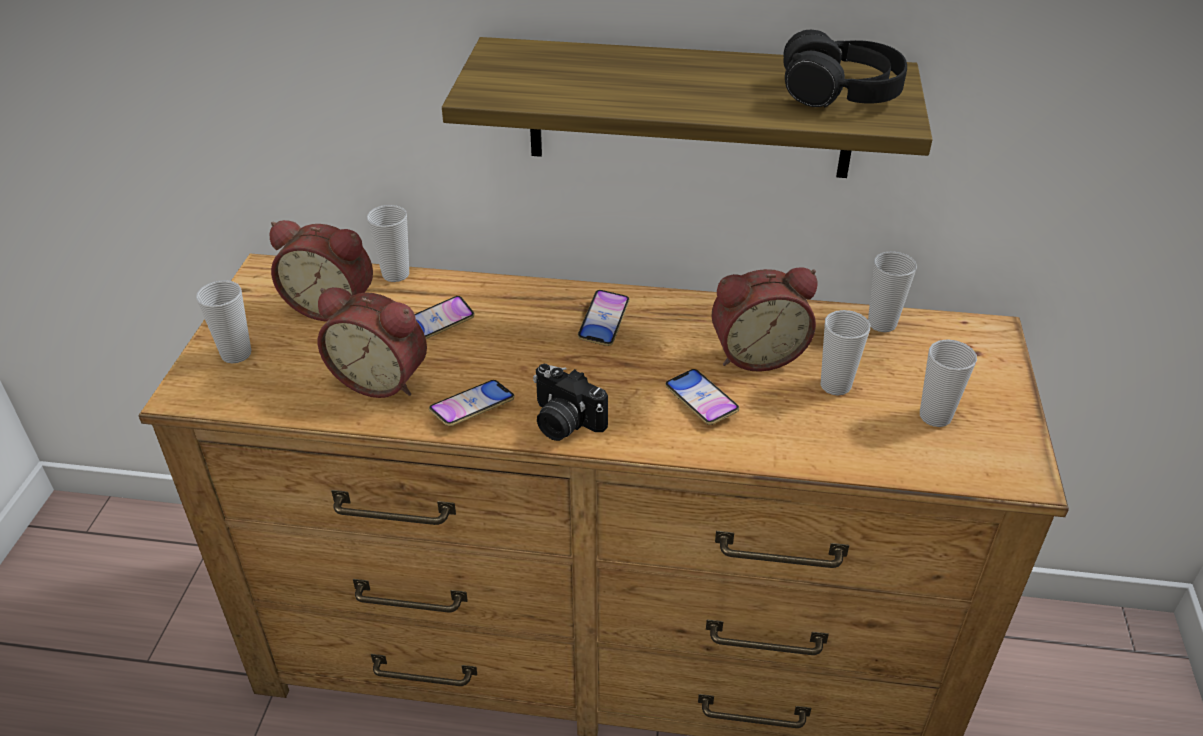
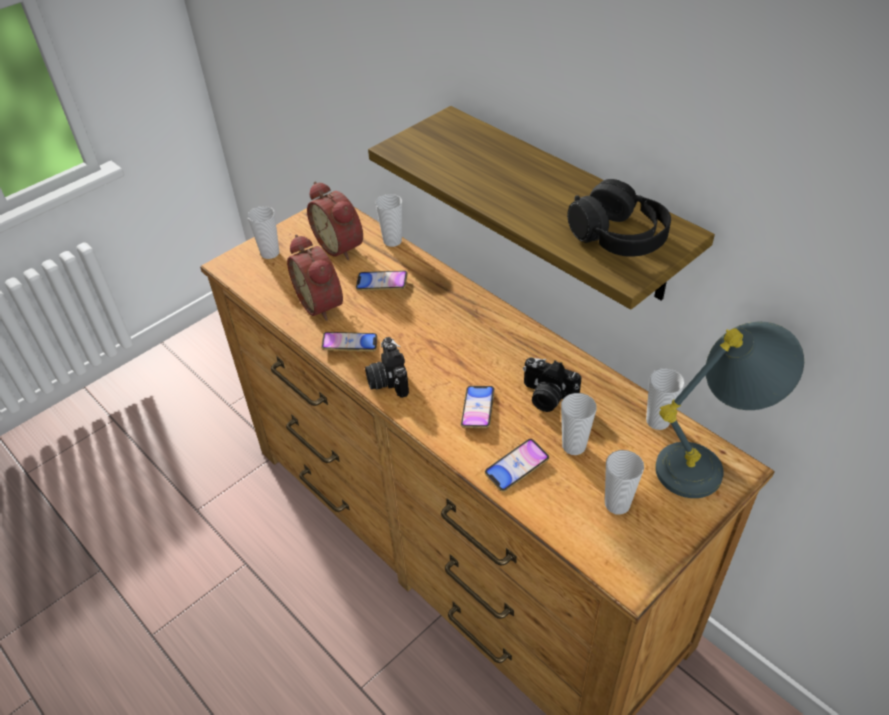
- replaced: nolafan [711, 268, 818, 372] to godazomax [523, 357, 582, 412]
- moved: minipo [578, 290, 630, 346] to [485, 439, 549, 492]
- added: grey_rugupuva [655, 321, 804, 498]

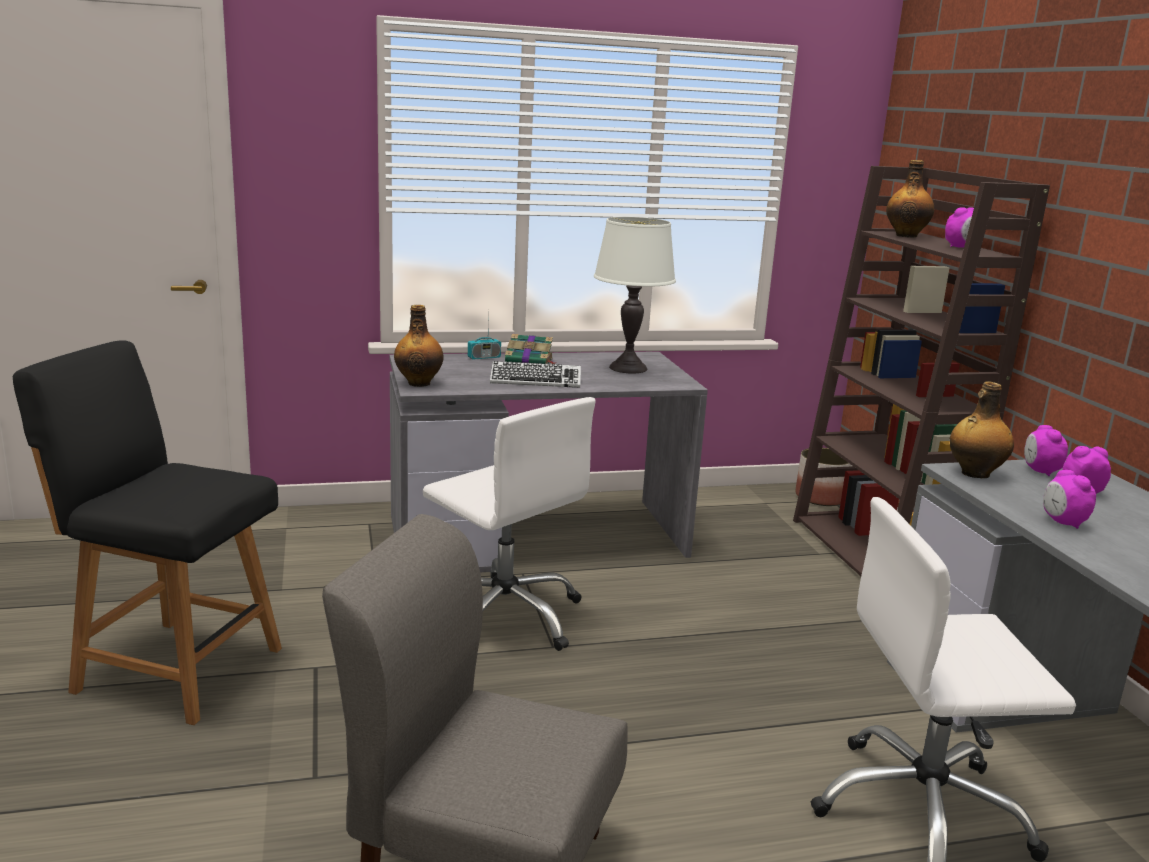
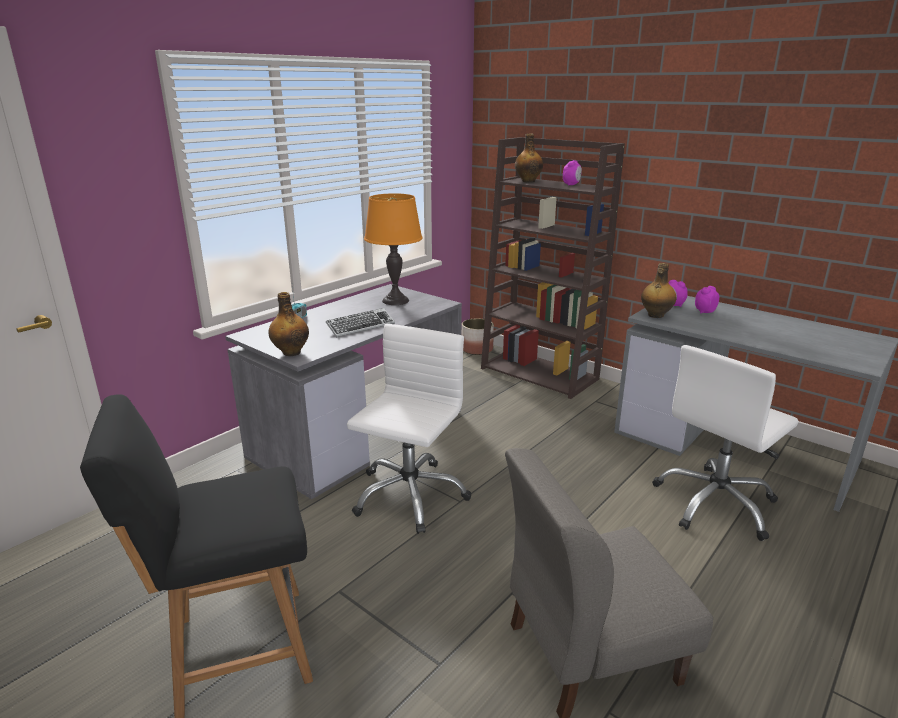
- recoloured: white_rugupuva [594, 217, 676, 374] to orange_rugupuva [364, 193, 423, 305]
- removed: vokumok [505, 334, 555, 364]
- turned: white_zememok [423, 397, 596, 651] = [347, 324, 471, 534] 75 degrees counterclockwise
- removed: nolafan [1043, 470, 1096, 529]

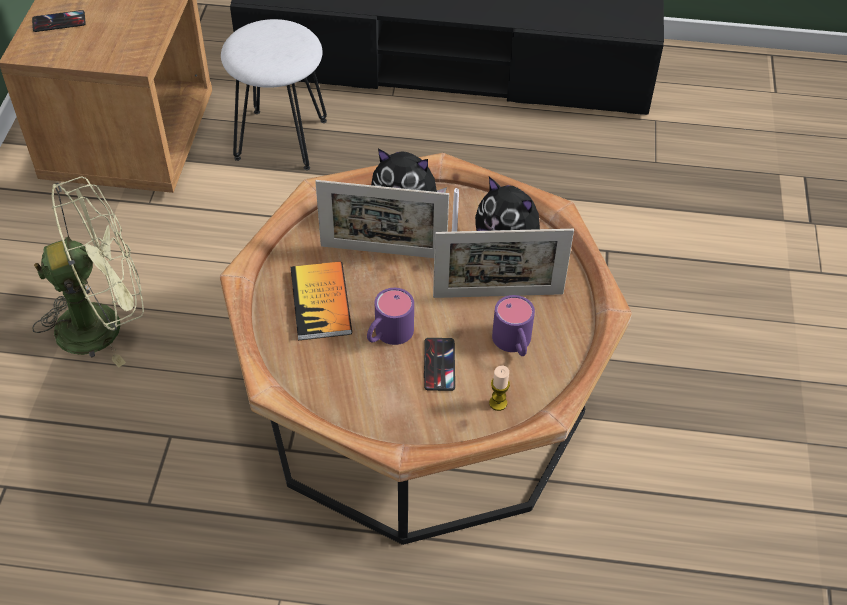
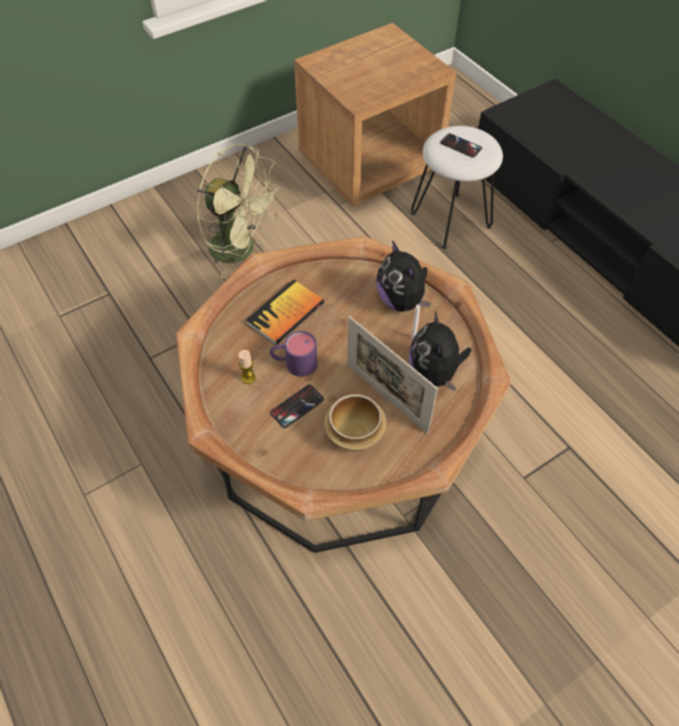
- moved: minipo [32, 10, 86, 32] to [440, 133, 482, 158]
- removed: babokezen [315, 180, 449, 258]
- replaced: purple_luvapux [492, 295, 535, 356] to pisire [324, 394, 387, 451]
- moved: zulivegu [489, 366, 510, 411] to [238, 350, 256, 384]

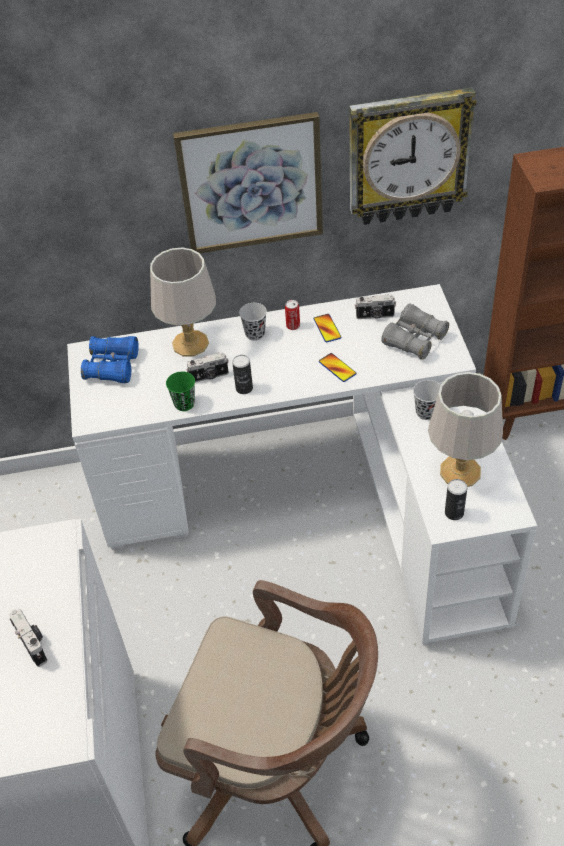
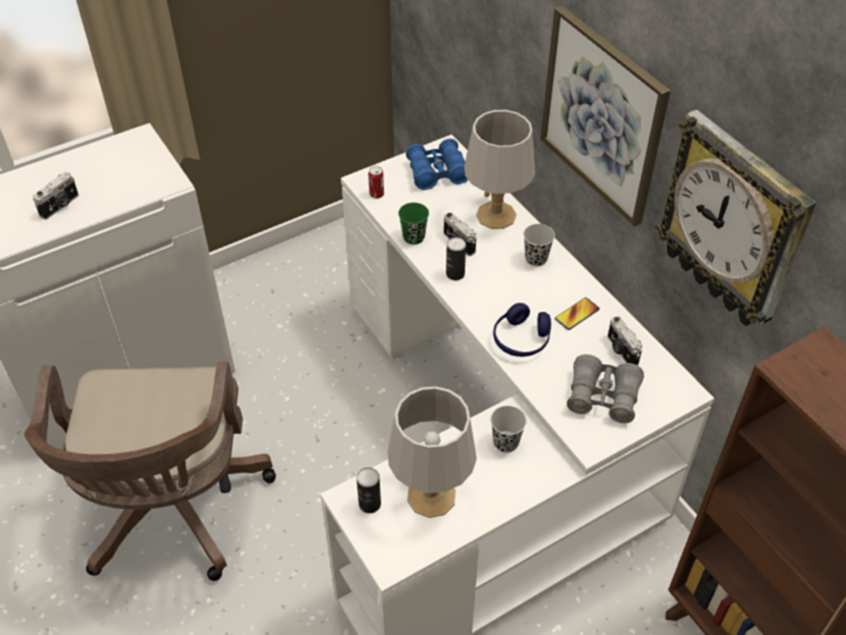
- moved: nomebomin [285, 300, 300, 330] to [368, 166, 384, 199]
- replaced: minipo [319, 353, 357, 382] to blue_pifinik [493, 303, 551, 357]

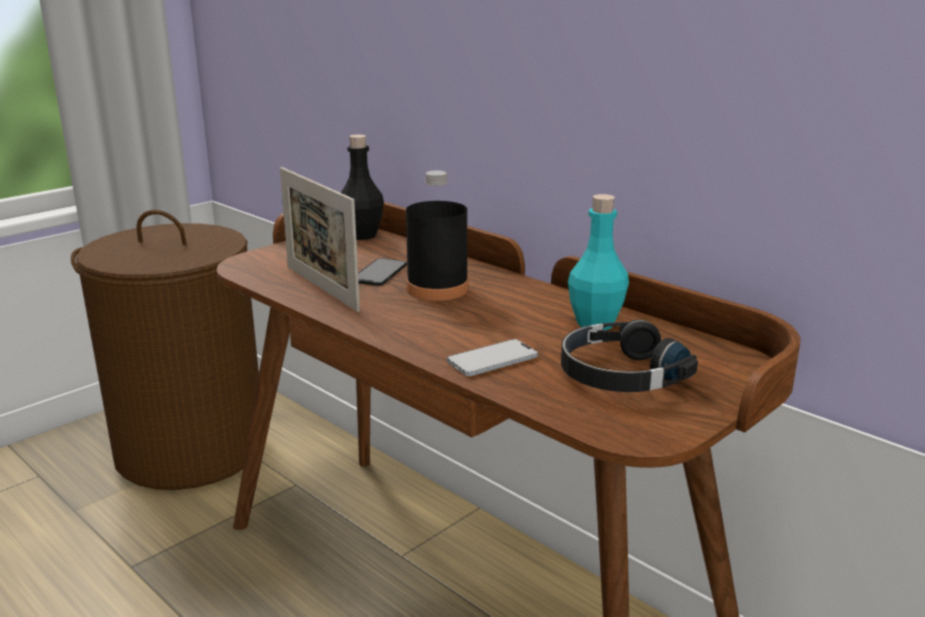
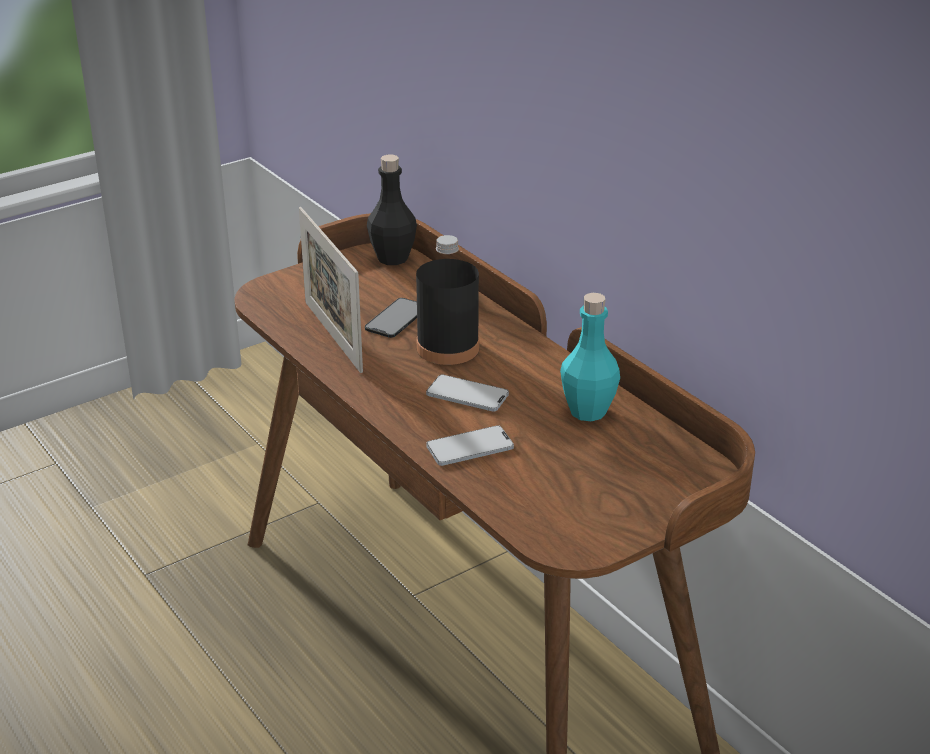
- removed: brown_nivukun [71, 210, 259, 490]
- removed: black_pifinik [561, 320, 698, 392]
- added: minipo [426, 375, 509, 411]

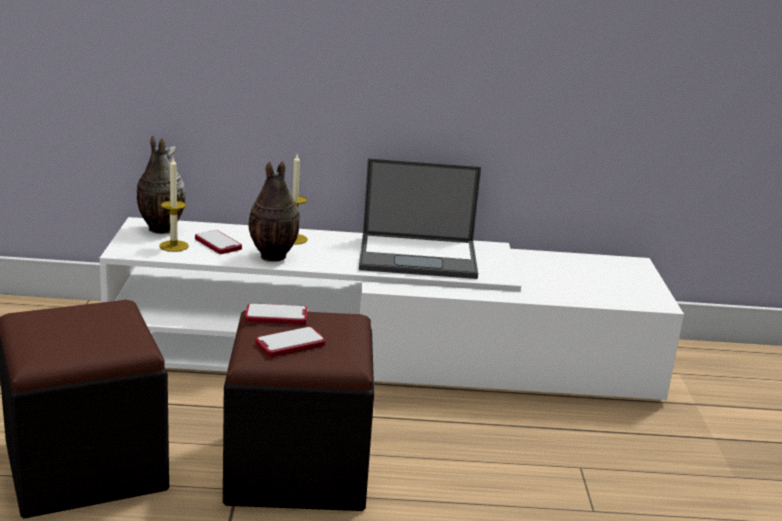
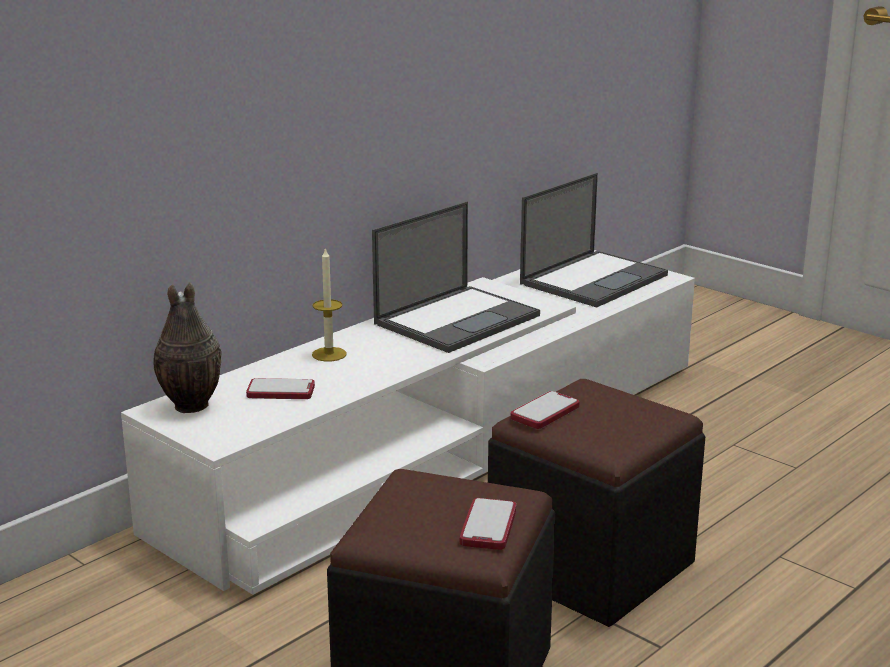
- removed: zulivegu [159, 158, 189, 252]
- removed: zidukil [249, 161, 300, 262]
- moved: minipo [255, 327, 326, 357] to [460, 498, 516, 550]
- added: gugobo [520, 173, 668, 308]

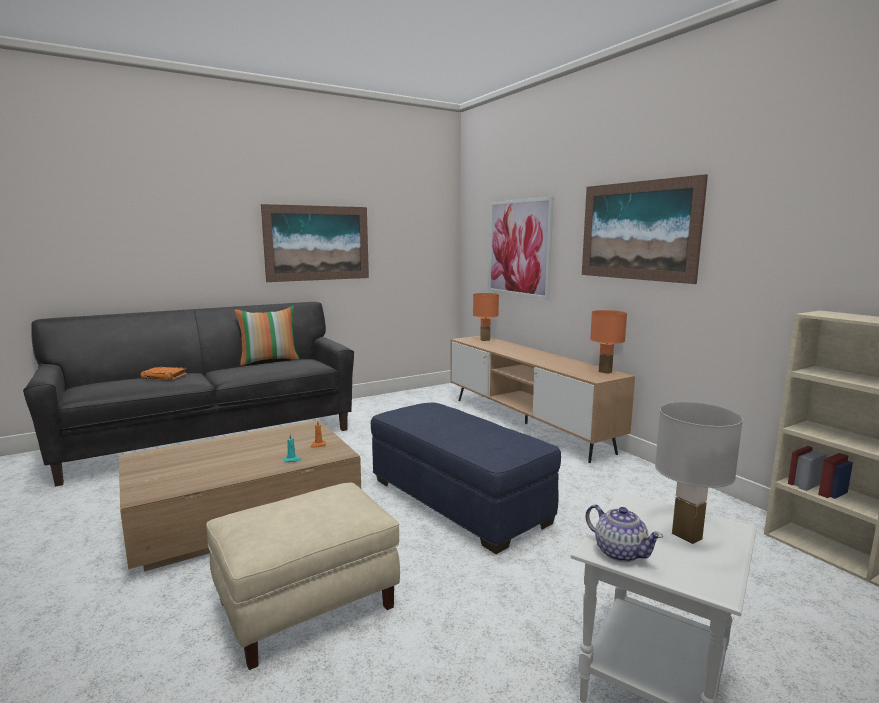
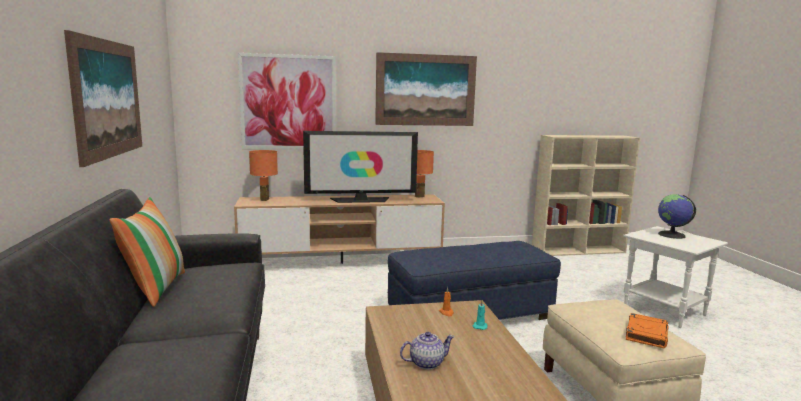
- moved: orange_vokumok [140, 367, 187, 380] to [626, 313, 668, 348]
- replaced: white_rugupuva [655, 402, 743, 544] to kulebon [658, 194, 696, 239]
- moved: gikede [586, 504, 663, 562] to [400, 332, 455, 370]
- added: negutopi [303, 131, 418, 203]

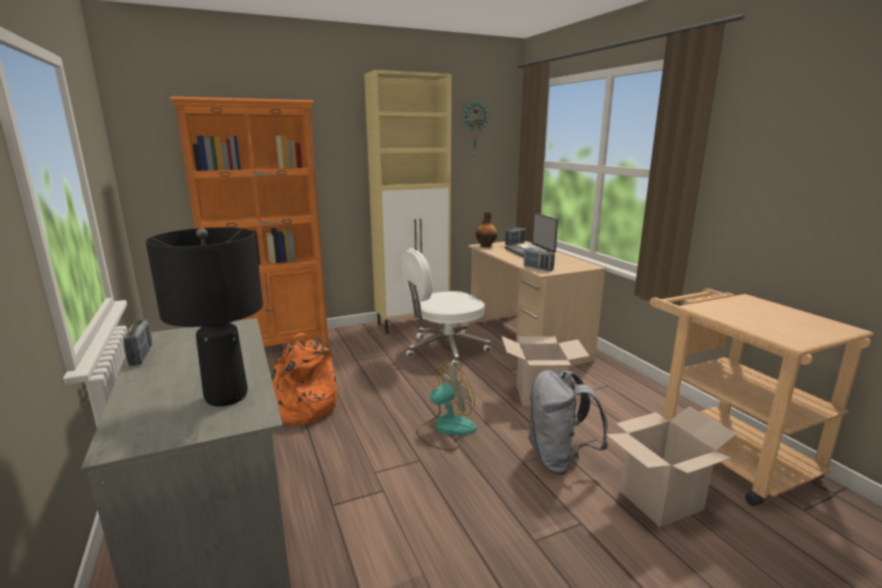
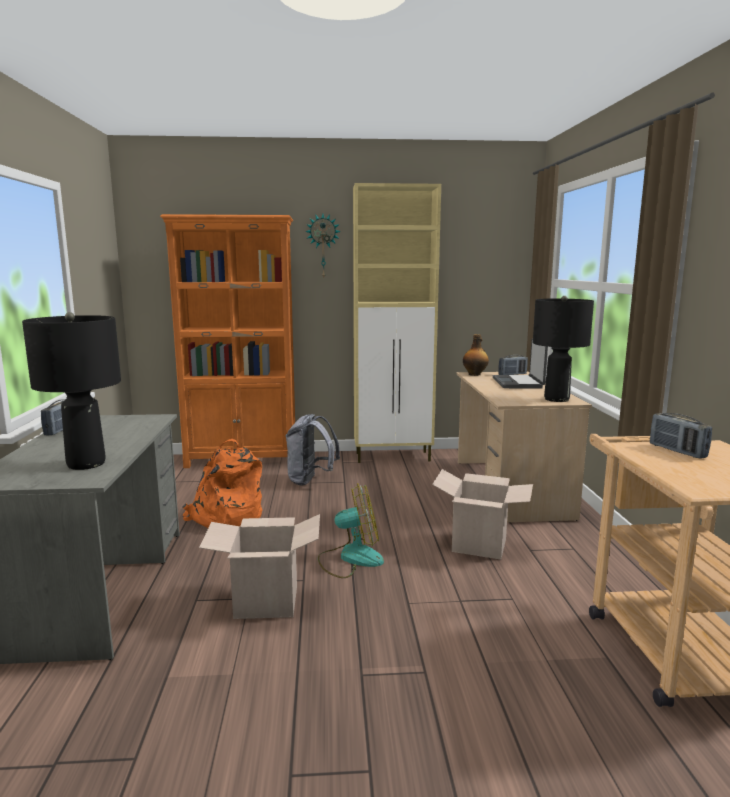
- moved: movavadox [463, 99, 489, 156] to [305, 214, 341, 278]
- removed: white_zememok [401, 248, 491, 368]
- moved: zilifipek [524, 248, 555, 271] to [650, 413, 712, 459]
- moved: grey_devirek [528, 370, 608, 475] to [285, 414, 340, 485]
- moved: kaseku [606, 406, 737, 527] to [199, 514, 320, 619]
- added: black_rugupuva [533, 296, 594, 402]

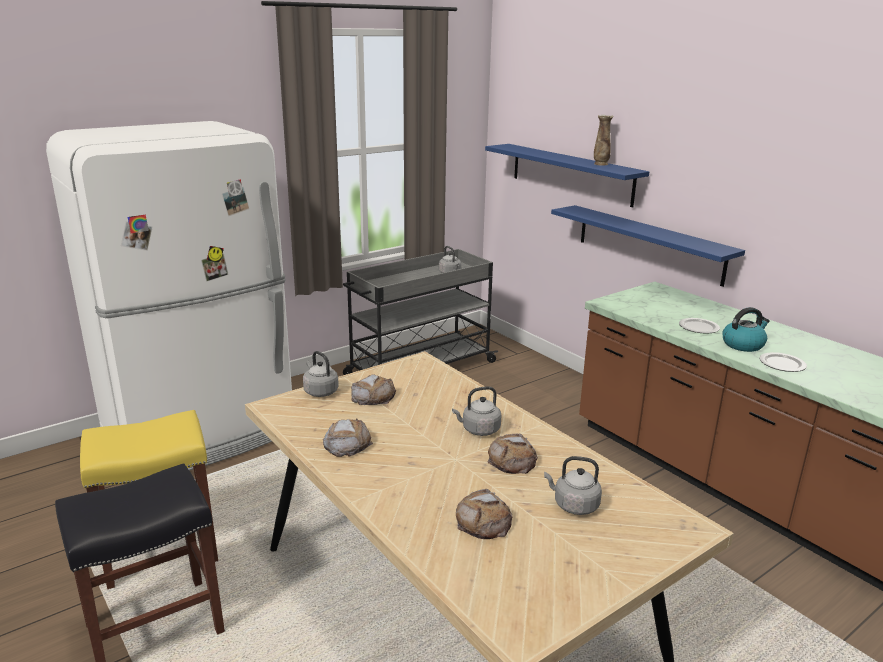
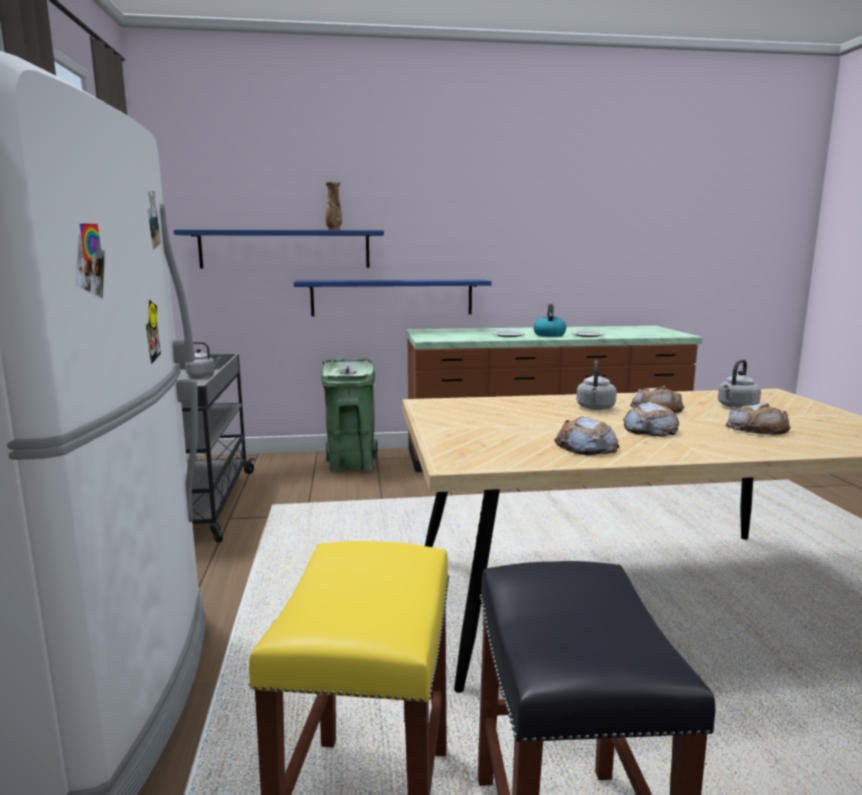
- removed: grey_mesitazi [303, 351, 339, 397]
- moved: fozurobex [351, 374, 396, 405] to [623, 402, 679, 437]
- added: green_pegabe [321, 358, 378, 472]

